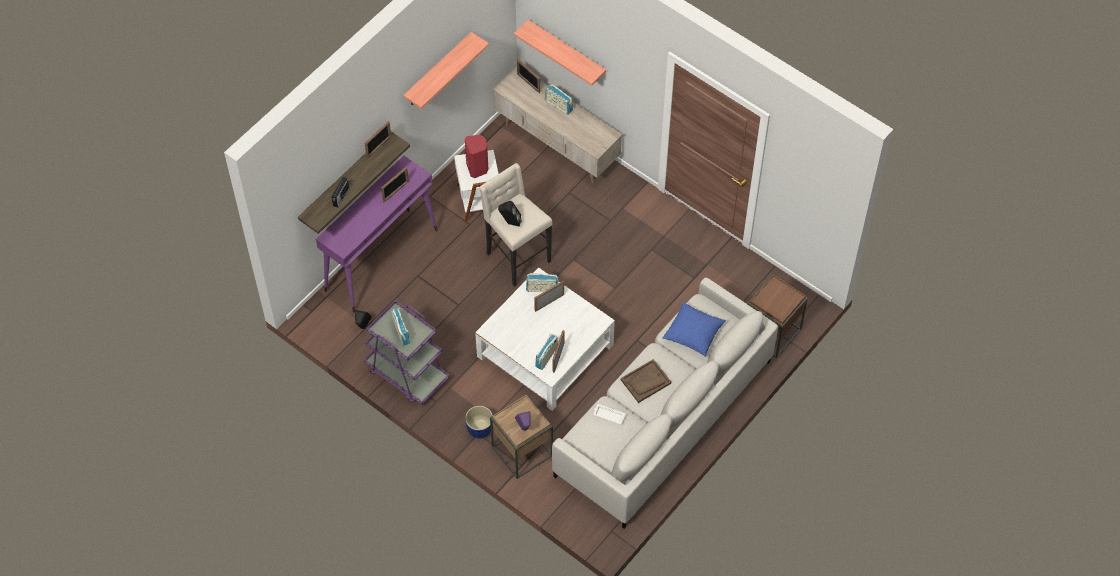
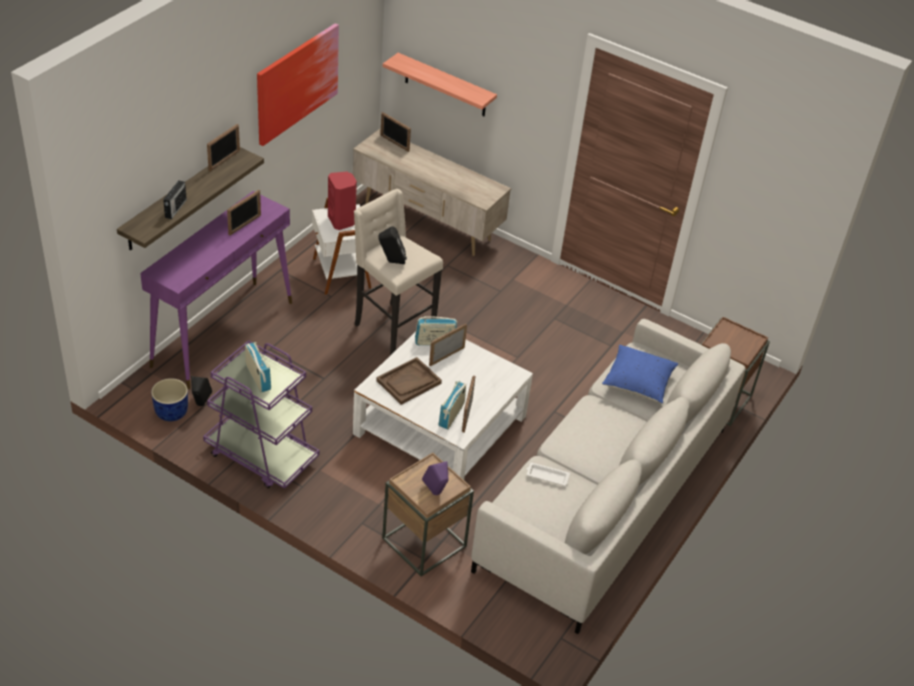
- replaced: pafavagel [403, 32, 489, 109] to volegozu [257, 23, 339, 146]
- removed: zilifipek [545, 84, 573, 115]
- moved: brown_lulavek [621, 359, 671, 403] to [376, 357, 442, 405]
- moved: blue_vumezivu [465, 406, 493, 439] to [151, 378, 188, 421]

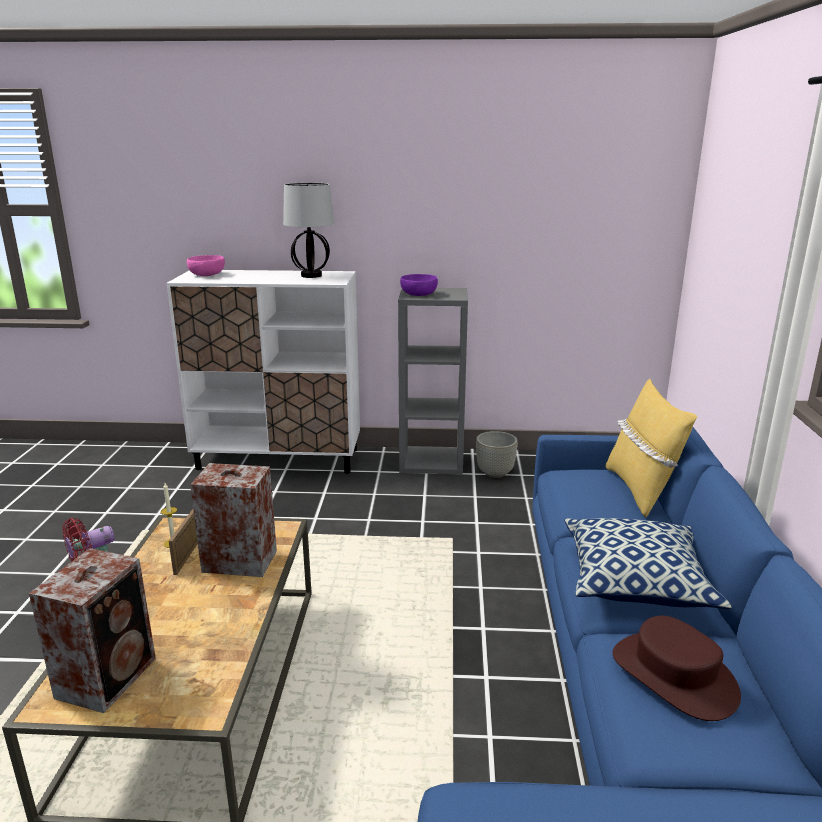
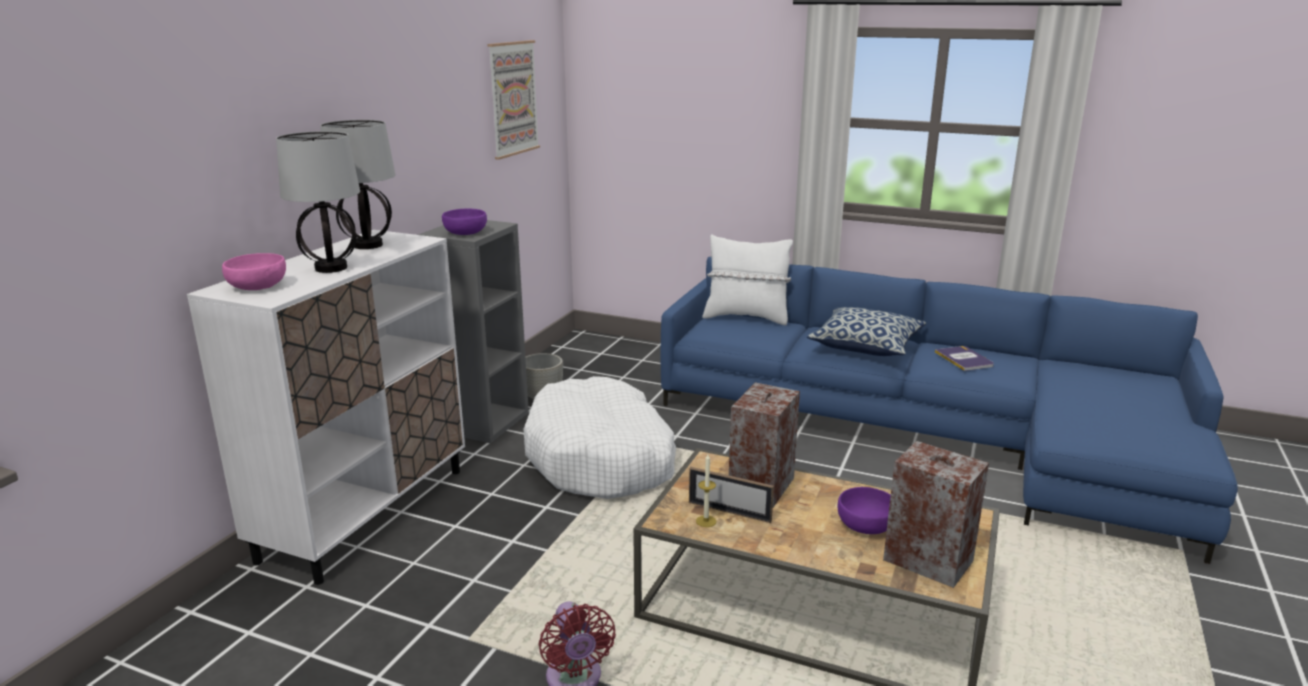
- recoloured: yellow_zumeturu [605, 379, 697, 517] to white_zumeturu [702, 234, 793, 326]
- replaced: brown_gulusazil [612, 616, 741, 721] to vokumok [935, 346, 994, 371]
- added: volegozu [487, 40, 540, 160]
- added: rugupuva [276, 131, 360, 273]
- added: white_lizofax [523, 376, 676, 499]
- added: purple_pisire [838, 487, 891, 534]

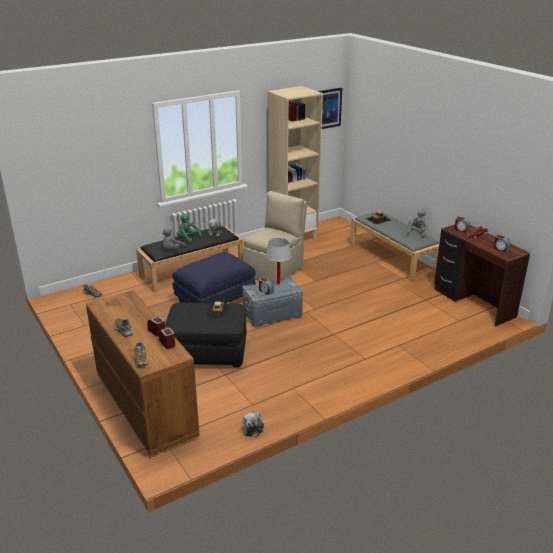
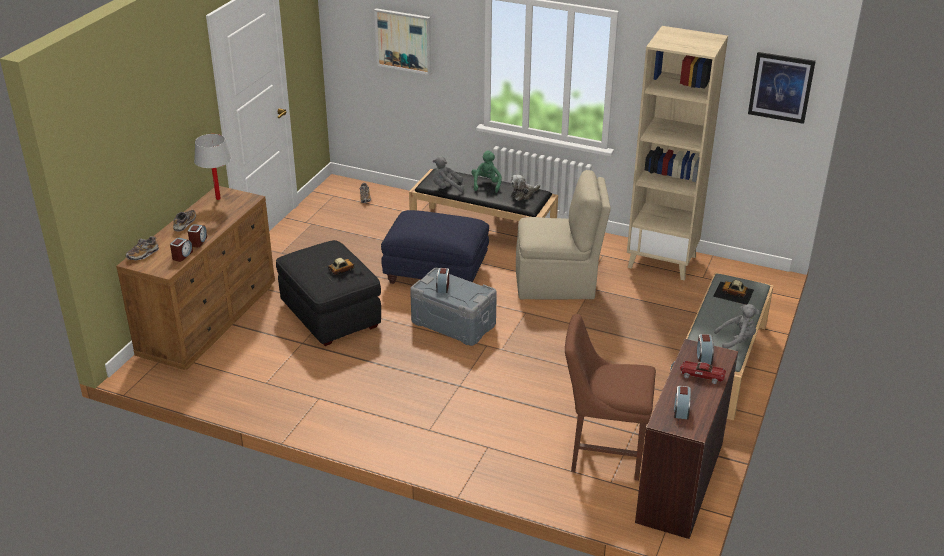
- moved: white_rugupuva [266, 238, 291, 284] to [194, 134, 231, 200]
- removed: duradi [242, 412, 264, 437]
- added: volegozu [374, 8, 431, 75]
- added: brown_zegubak [565, 314, 656, 481]

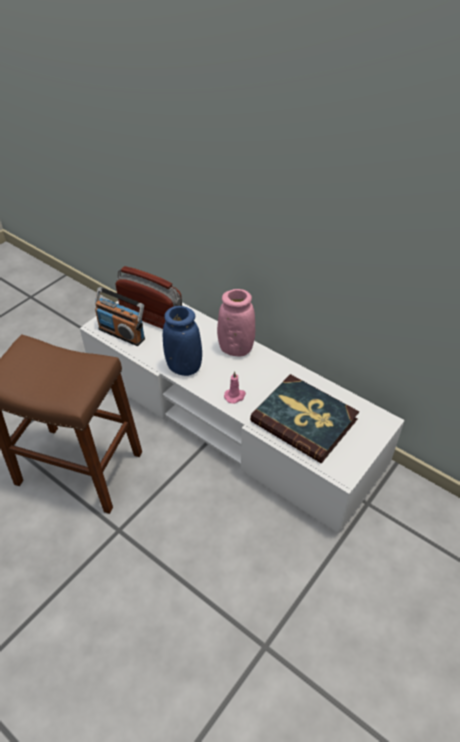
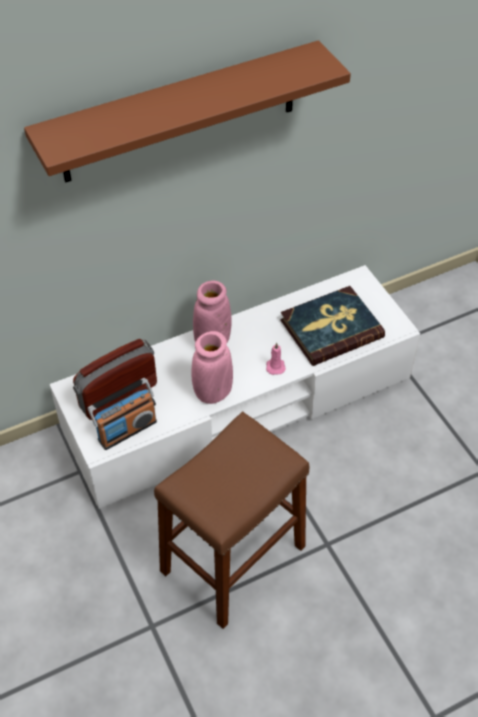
- recoloured: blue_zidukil [163, 306, 202, 376] to pink_zidukil [191, 331, 233, 404]
- added: brown_pafavagel [24, 40, 351, 182]

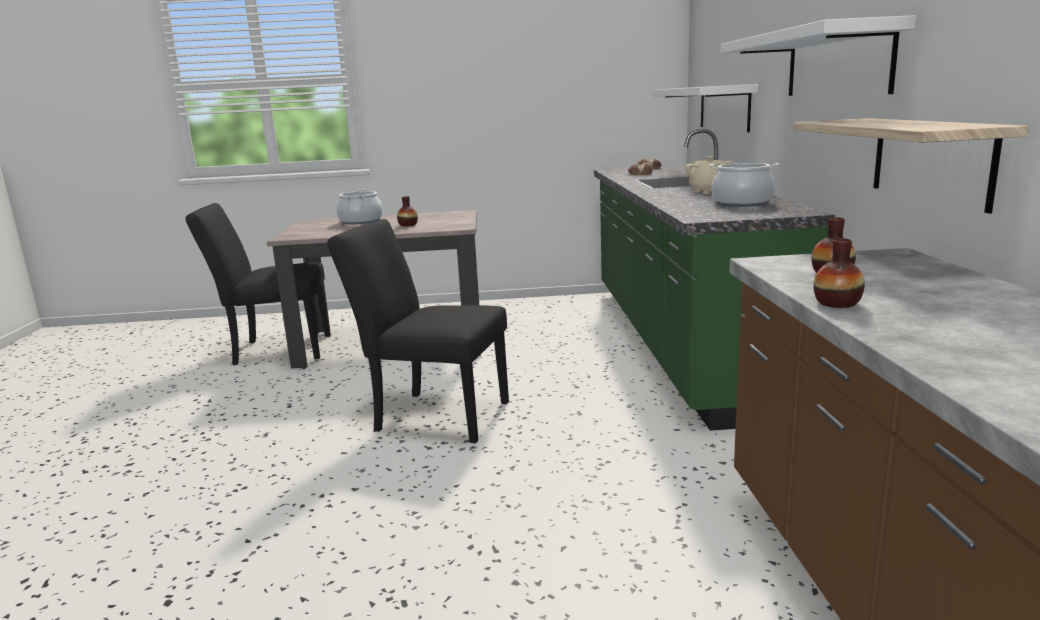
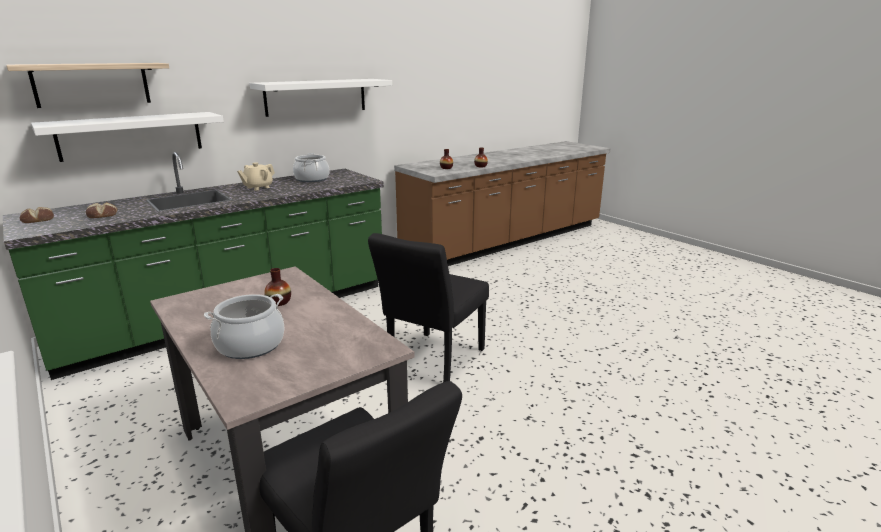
- moved: pafavagel [793, 118, 1029, 214] to [6, 63, 169, 108]
- turned: black_zegubak [328, 219, 509, 444] = [368, 233, 489, 382] 45 degrees clockwise

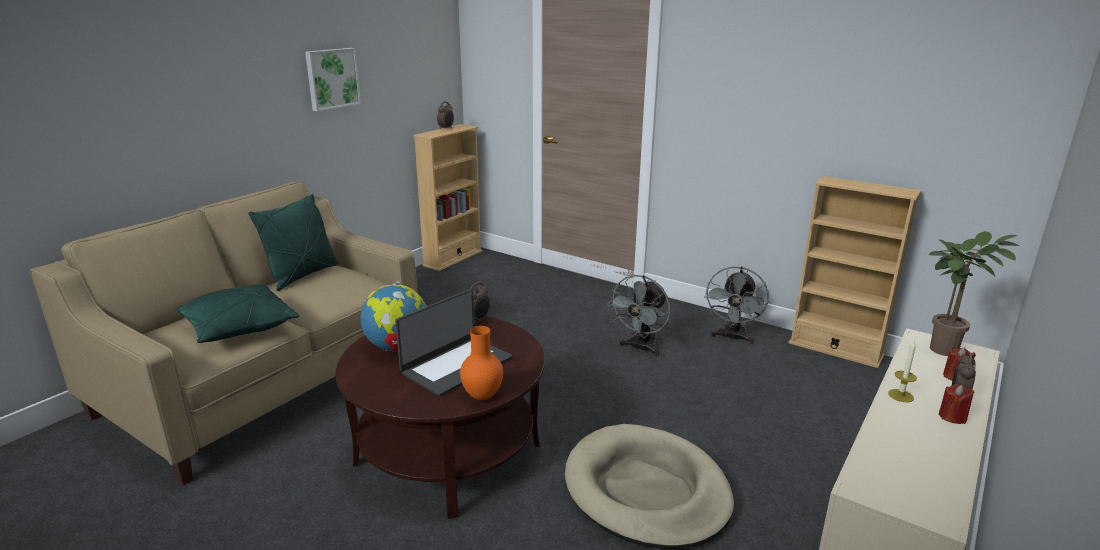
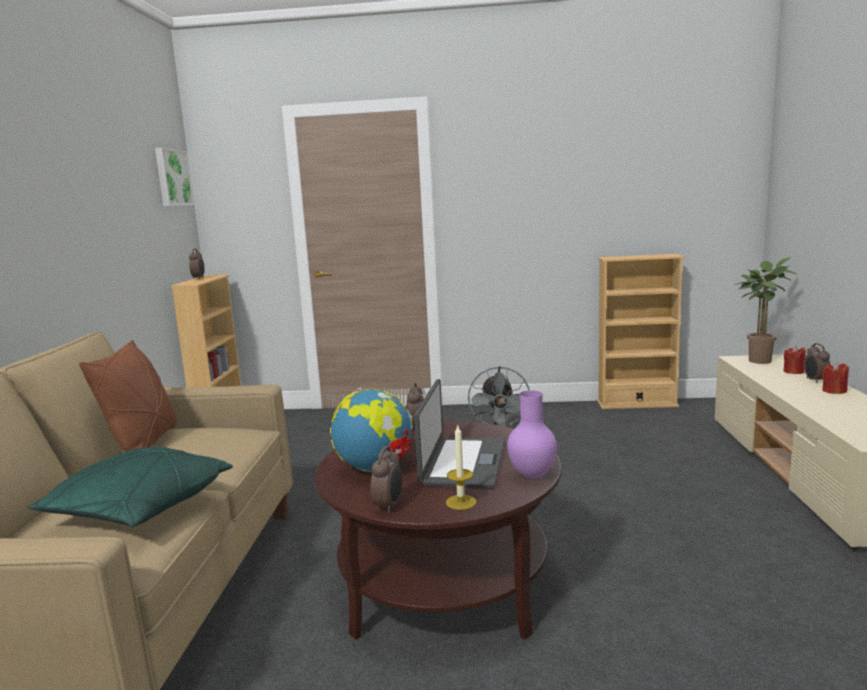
- moved: volegozu [305, 48, 361, 111] to [155, 148, 194, 206]
- recoloured: green_zumeturu [248, 194, 339, 291] to brown_zumeturu [79, 340, 178, 452]
- removed: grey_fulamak [705, 267, 769, 344]
- recoloured: orange_zidukil [460, 326, 503, 400] to purple_zidukil [507, 390, 557, 479]
- moved: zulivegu [888, 340, 917, 402] to [446, 426, 477, 510]
- removed: beige_lizofax [565, 424, 734, 549]
- added: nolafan [370, 446, 402, 513]

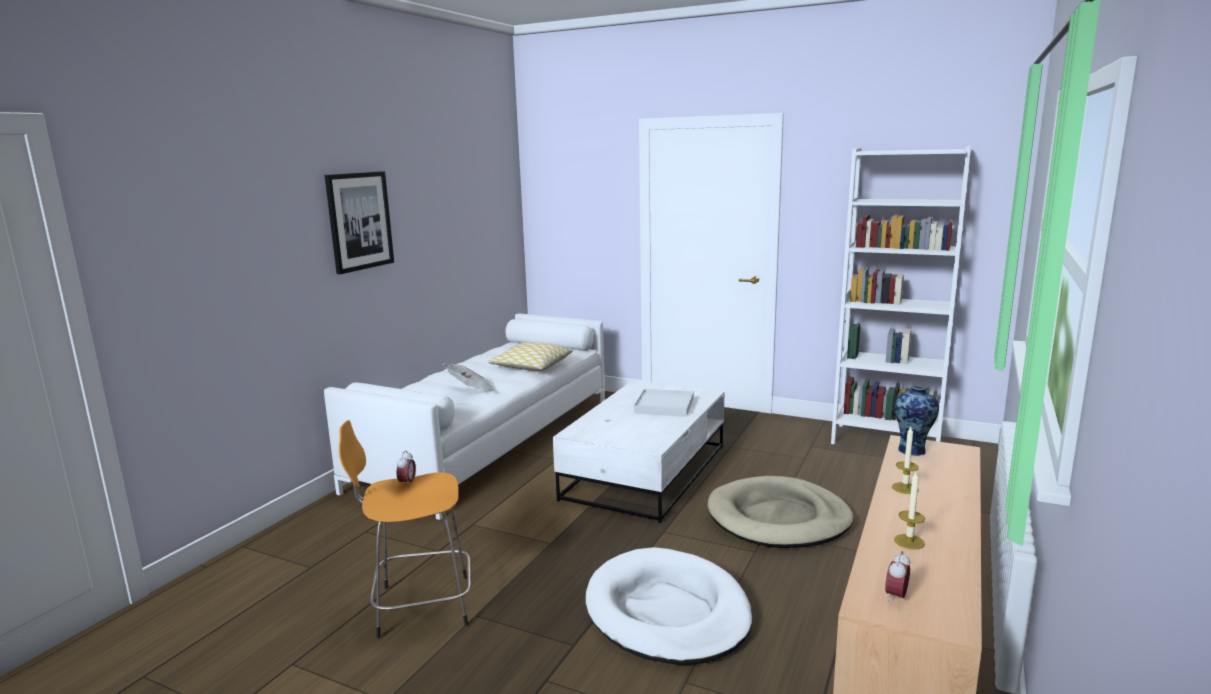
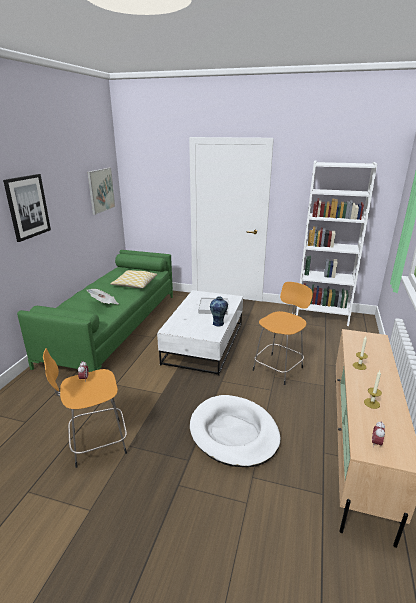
- recoloured: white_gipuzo [324, 313, 605, 520] to green_gipuzo [17, 250, 173, 372]
- moved: zidukil [895, 385, 939, 456] to [210, 296, 228, 326]
- replaced: beige_lizofax [707, 476, 854, 548] to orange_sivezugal [253, 282, 313, 385]
- added: volegozu [87, 168, 115, 215]

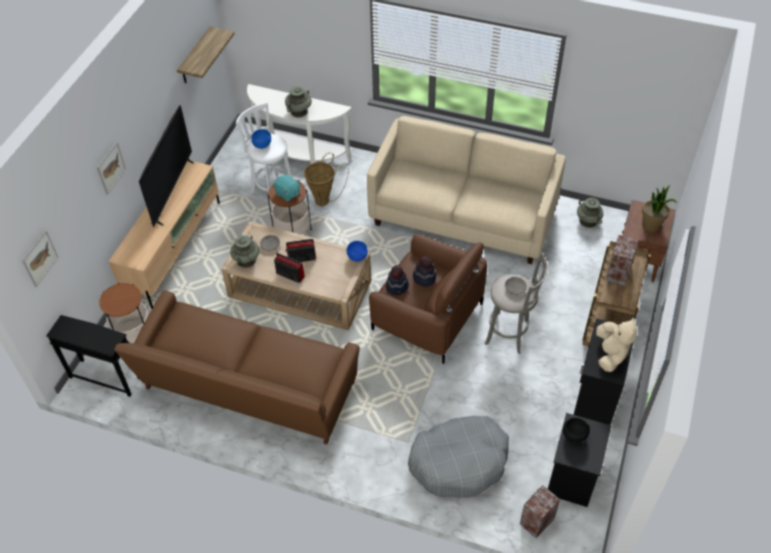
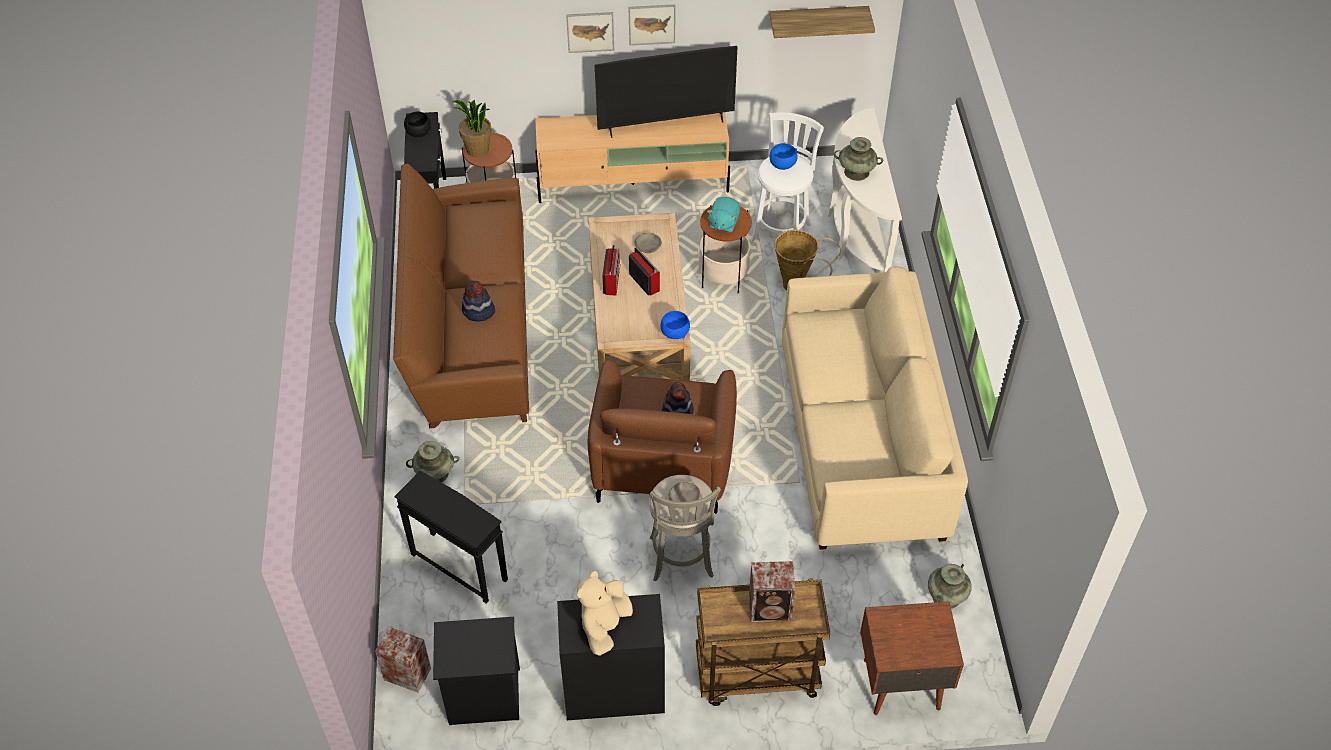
- moved: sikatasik [642, 185, 677, 232] to [453, 100, 492, 157]
- moved: volegozu [22, 230, 59, 287] to [628, 4, 675, 46]
- moved: turquoise_zidukil [230, 235, 259, 268] to [406, 441, 460, 483]
- moved: gulusazil [386, 265, 409, 295] to [462, 281, 495, 321]
- turned: beige_duradi [596, 317, 637, 372] = [577, 571, 633, 656] 135 degrees clockwise
- replaced: grey_lizofax [408, 416, 509, 498] to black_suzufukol [394, 471, 508, 604]
- moved: black_pisire [563, 418, 589, 443] to [404, 112, 432, 137]

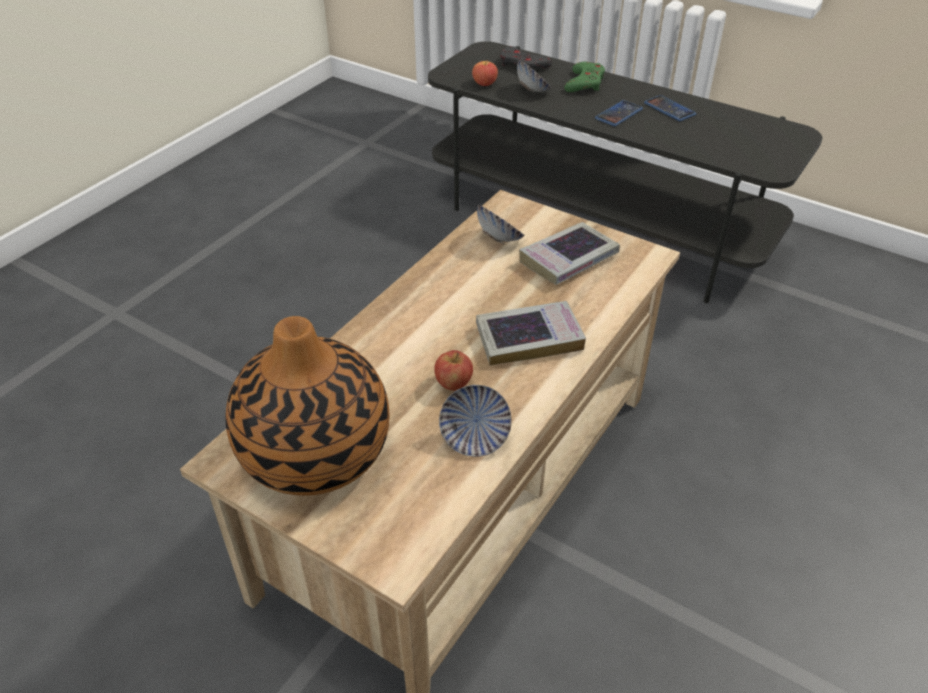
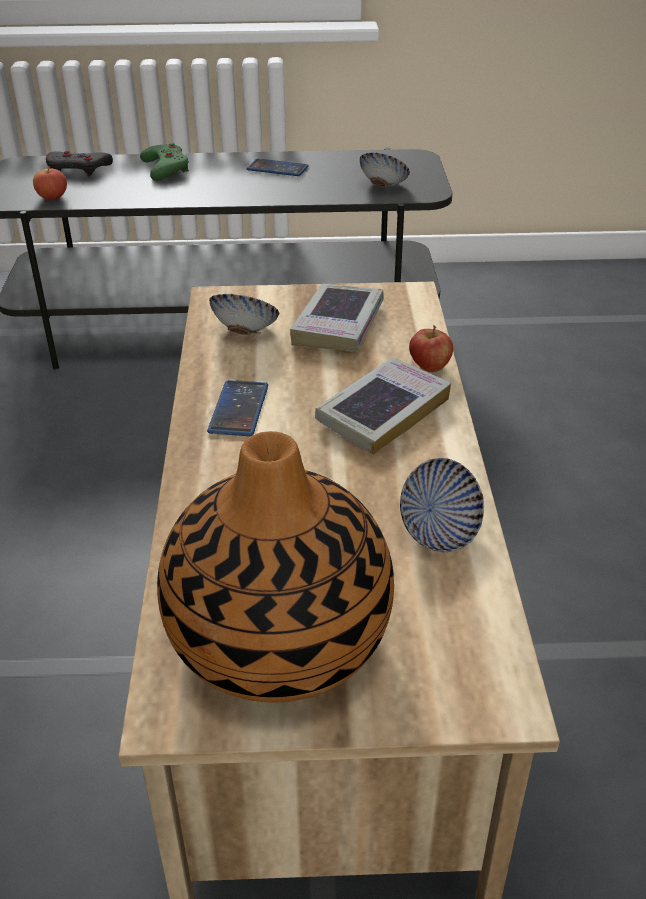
- moved: pisire [517, 61, 551, 93] to [360, 152, 410, 187]
- moved: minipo [595, 100, 643, 126] to [207, 380, 268, 436]
- moved: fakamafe [434, 350, 473, 391] to [409, 325, 453, 372]

